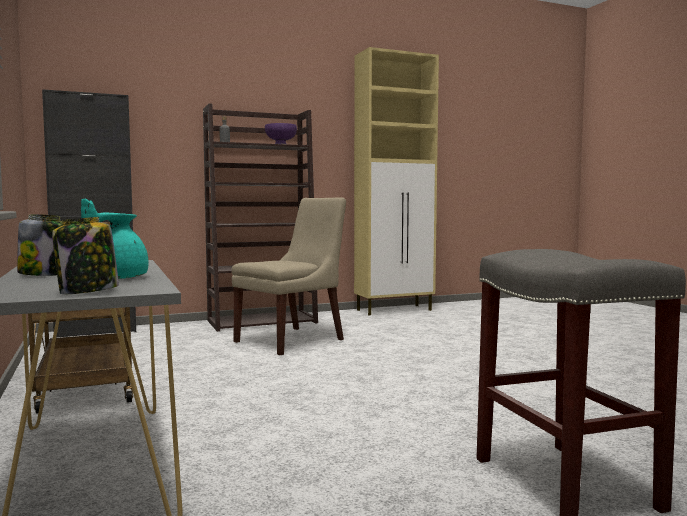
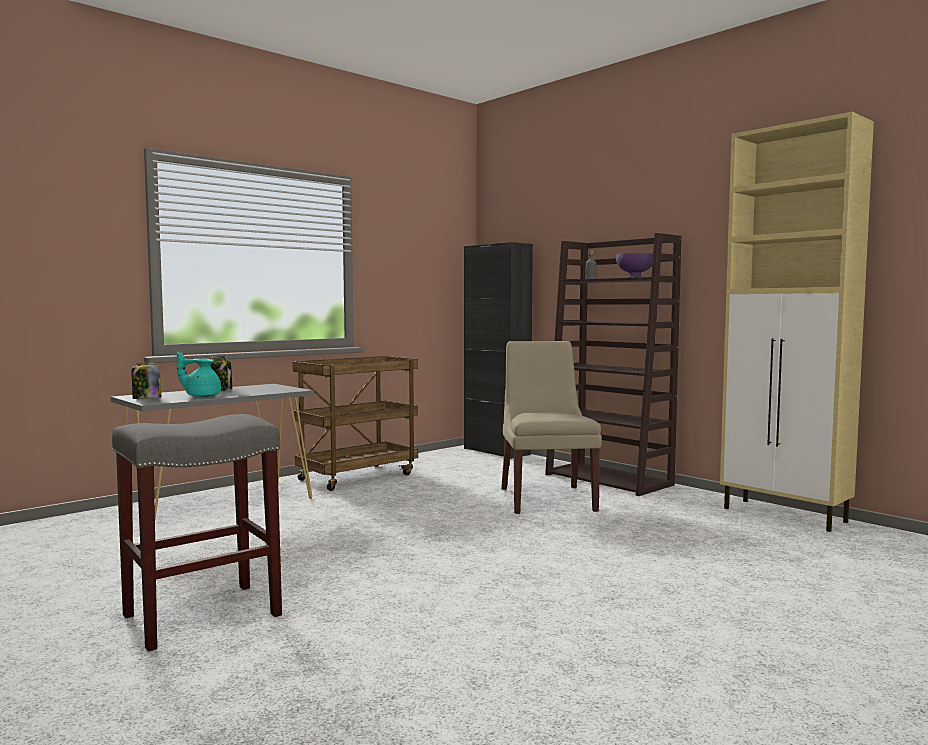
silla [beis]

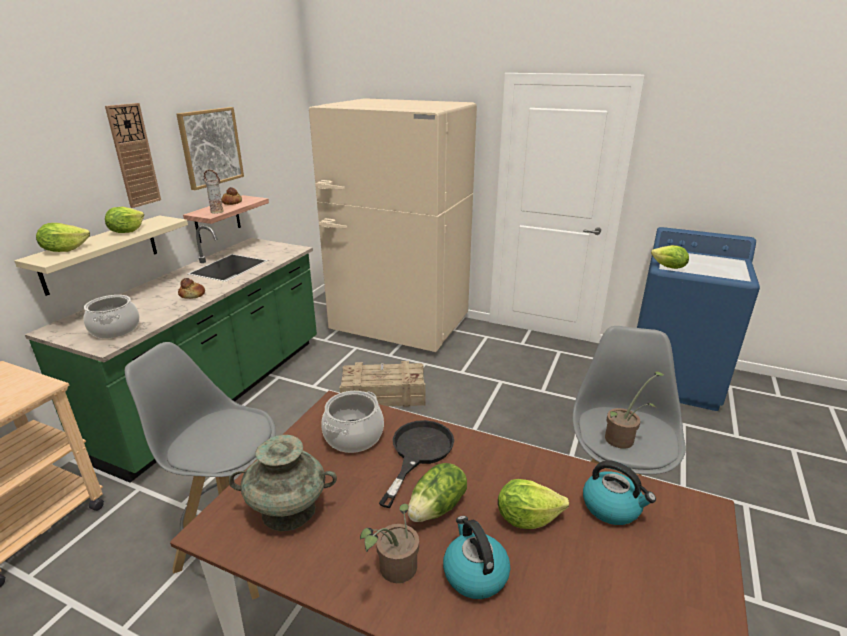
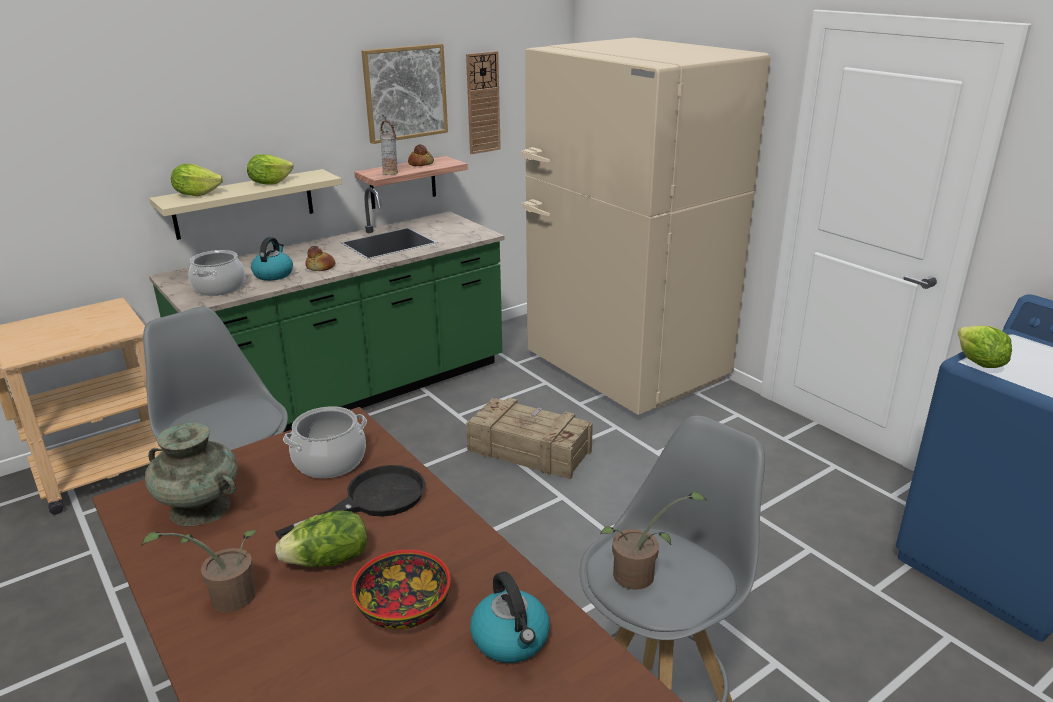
reloj de pared
cuenco
hervidor (1st from left)

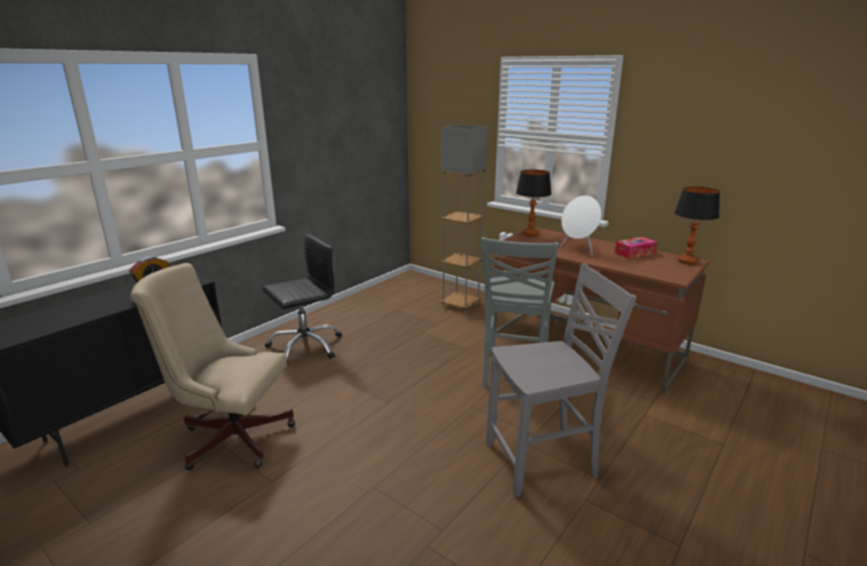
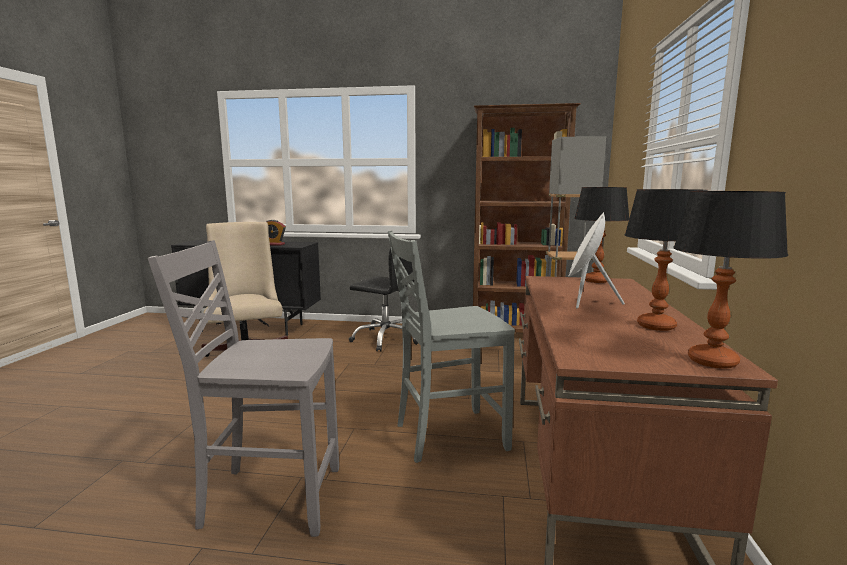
lámpara de mesa (2nd from left)
silla [gris] (1st from left)
estantería [marrón]

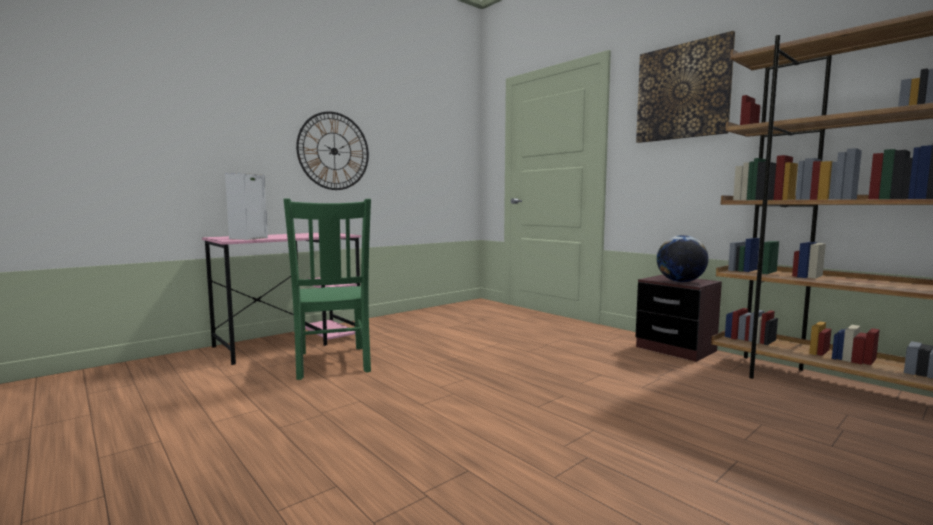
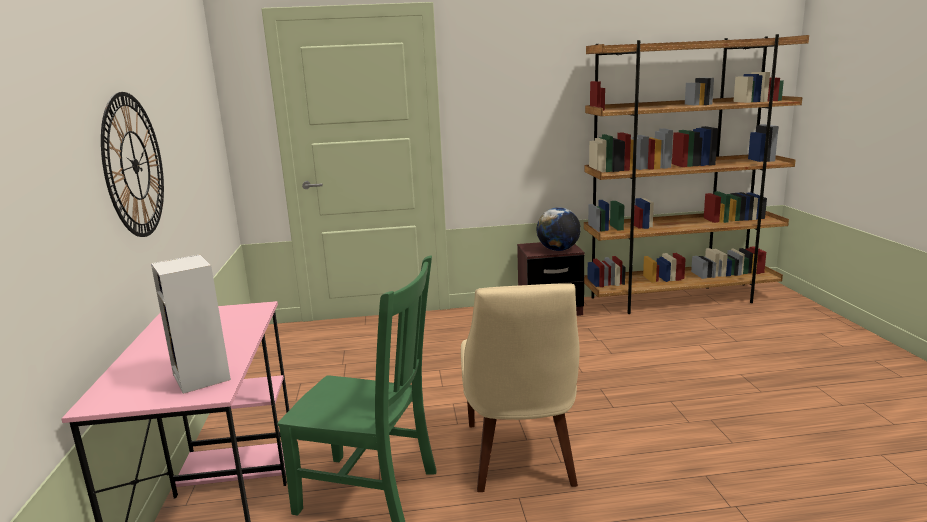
cuadro
silla [beis]

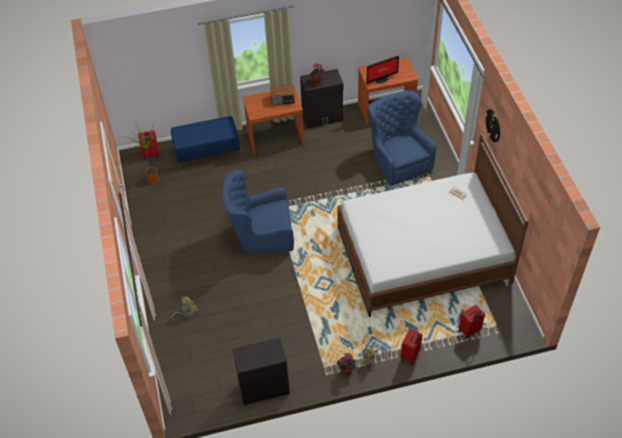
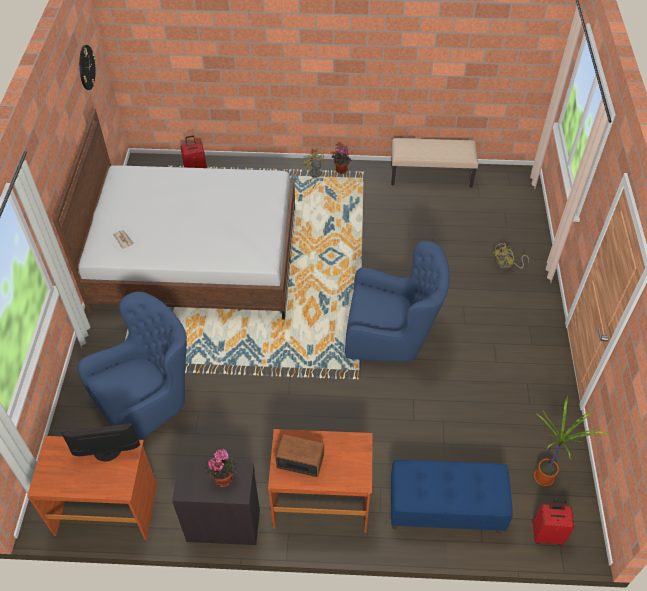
sillón [azul] (1st from left)
reloj de pared
maleta [rojo] (2nd from left in the first image)
banco [beis]

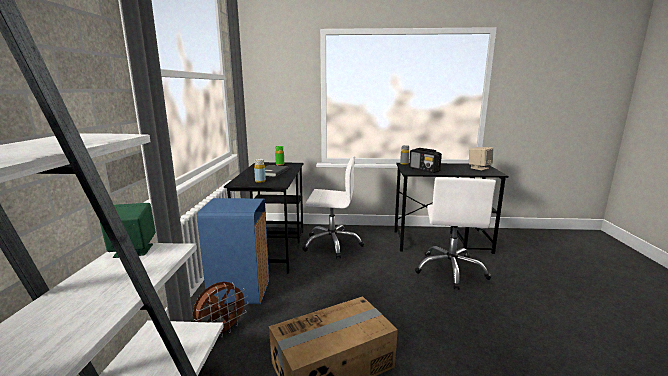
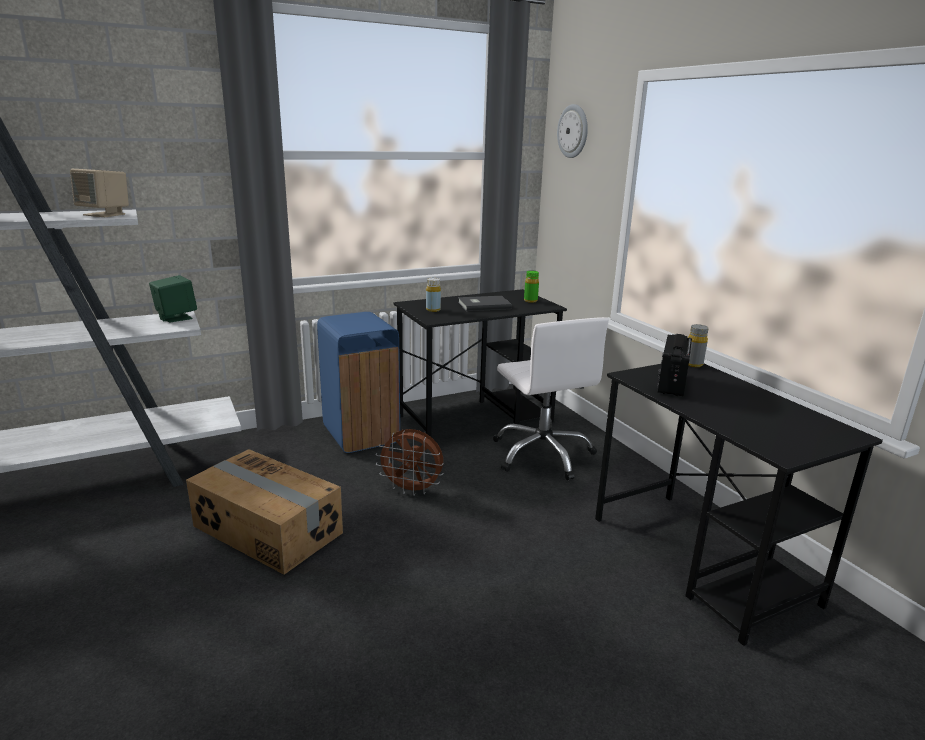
altavoz [beis]
silla de oficina [blanco] (2nd from left in the first image)
ventilador [marrón]
reloj de pared

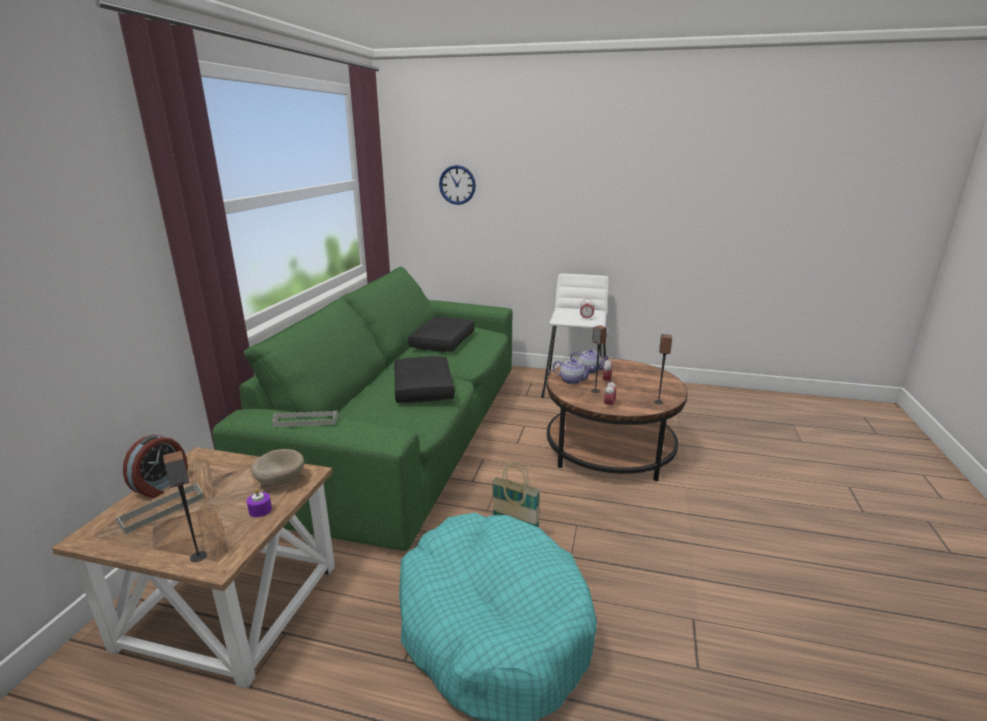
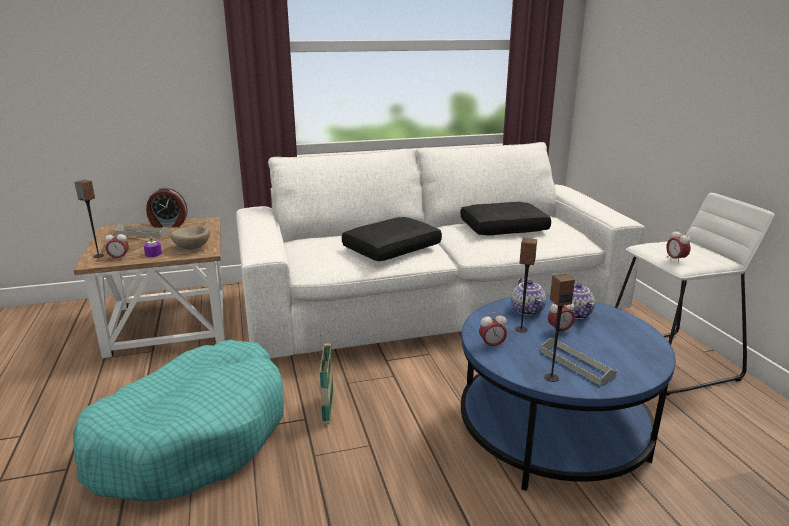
reloj de pared
sofá [blanco]
mesa de centro [azul]
bandeja [gris] (2nd from left)
despertador (1st from left)

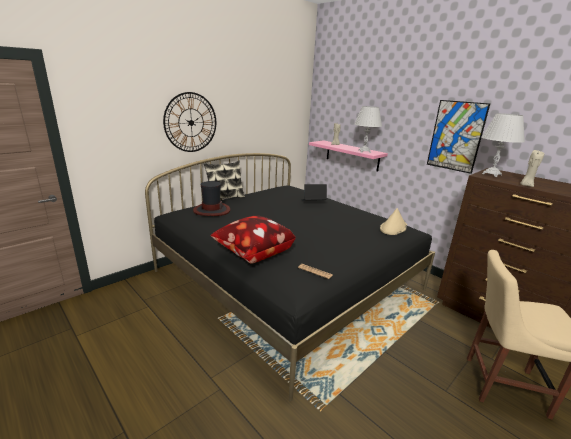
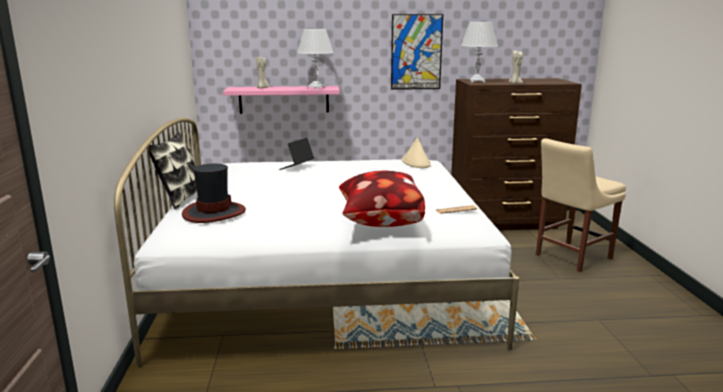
reloj de pared
cama [blanco]

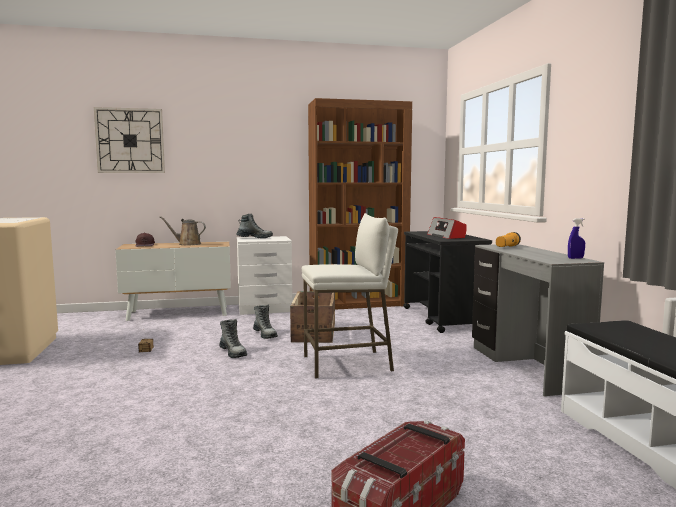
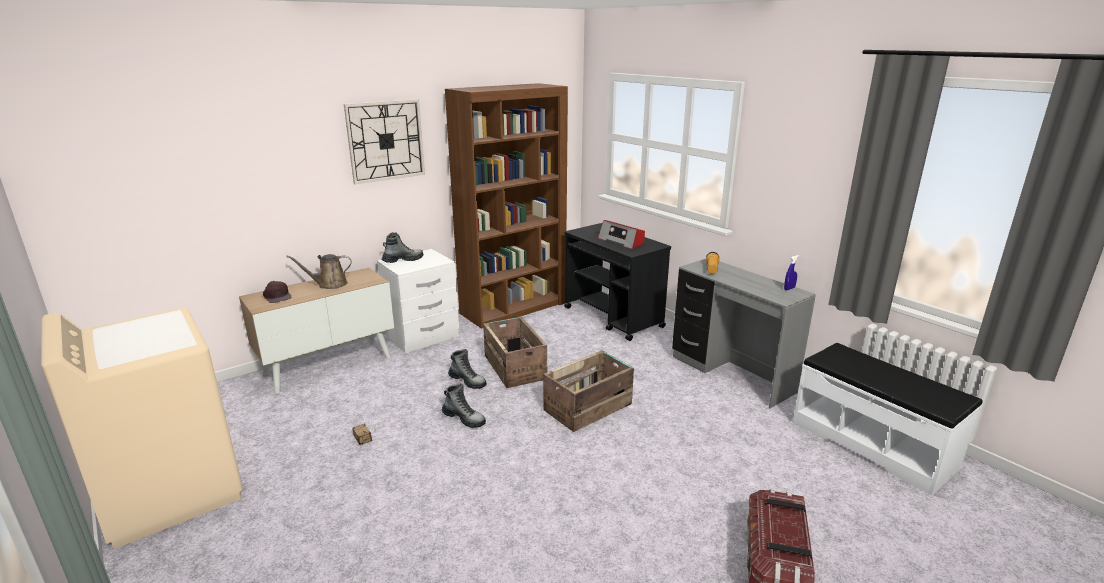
reloj de pared
caja de embalaje (2nd from left)

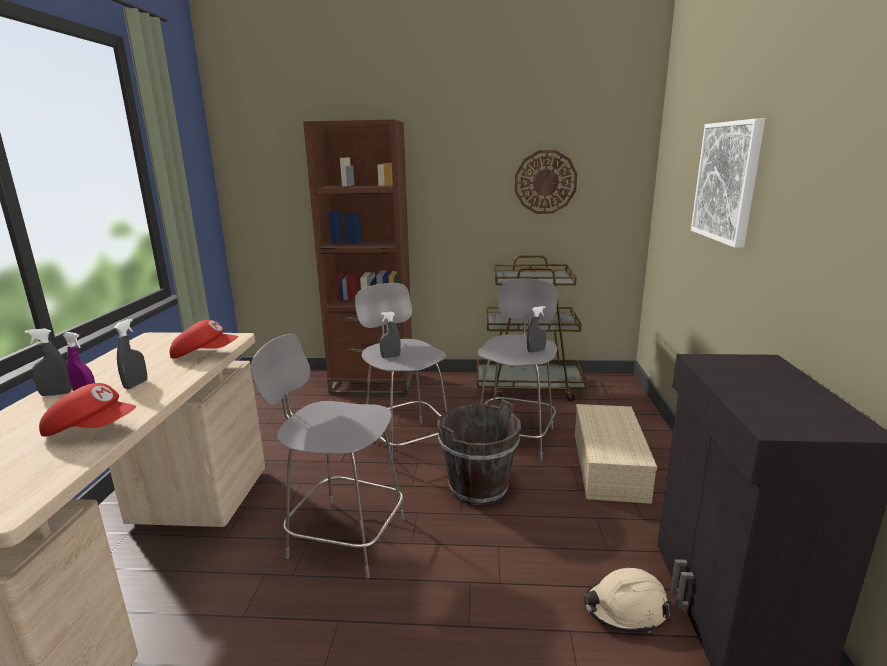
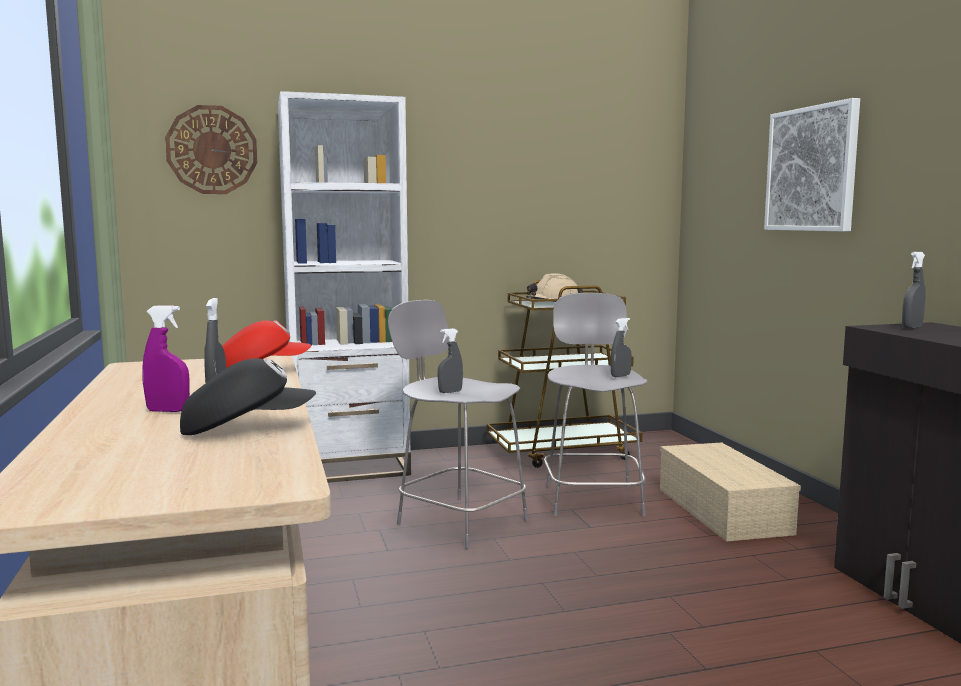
estantería [blanco]
reloj de pared
pulverizador [gris] (4th from left)
taburete [gris] (1st from left in the first image)
gorra [negro]
cubo [marrón]
casco [beis]

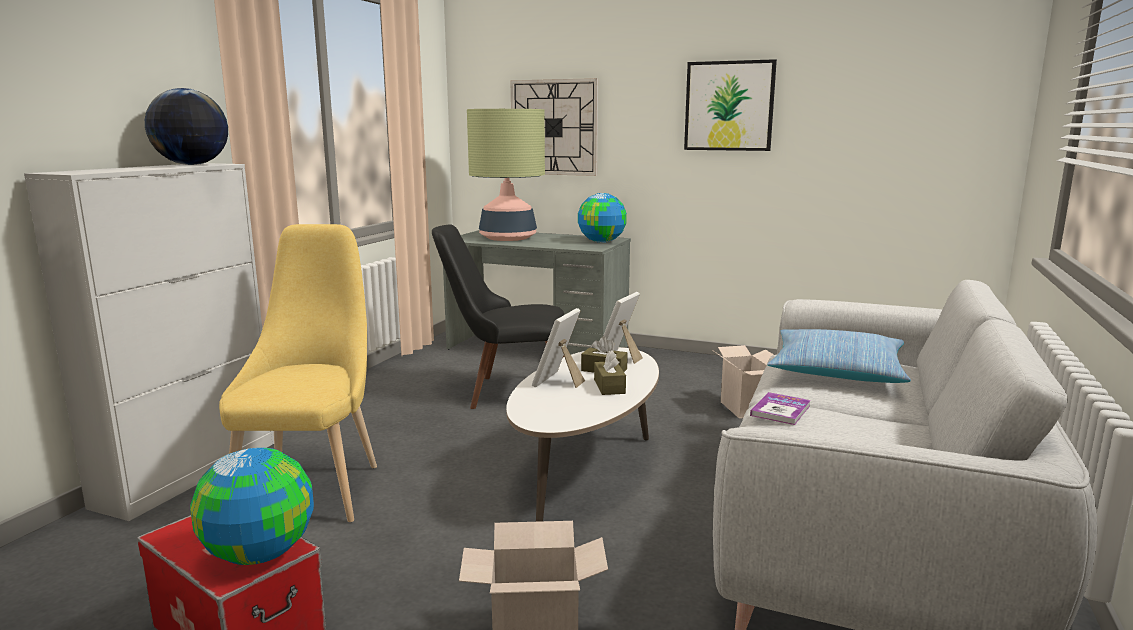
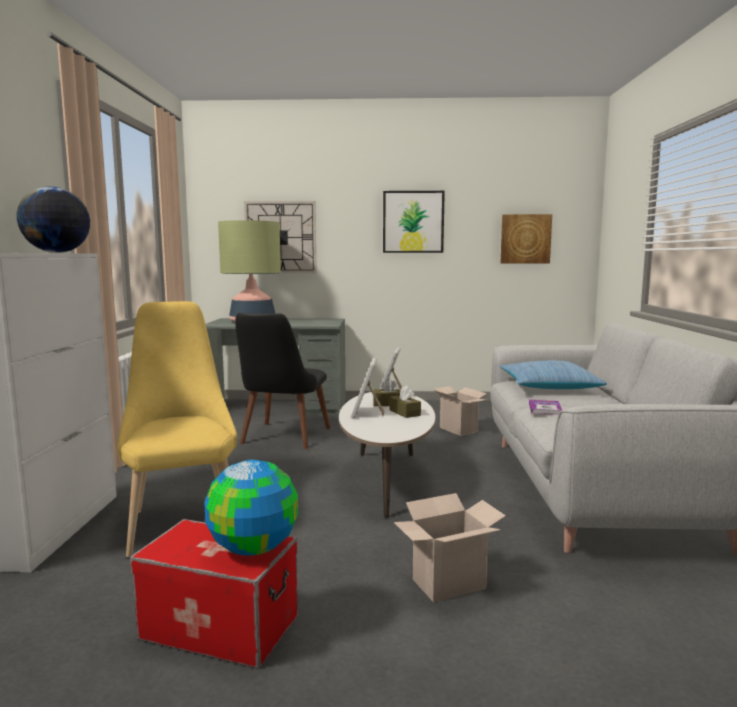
globo terráqueo (3rd from left in the first image)
silla [negro]
cuadro (2nd from left)

